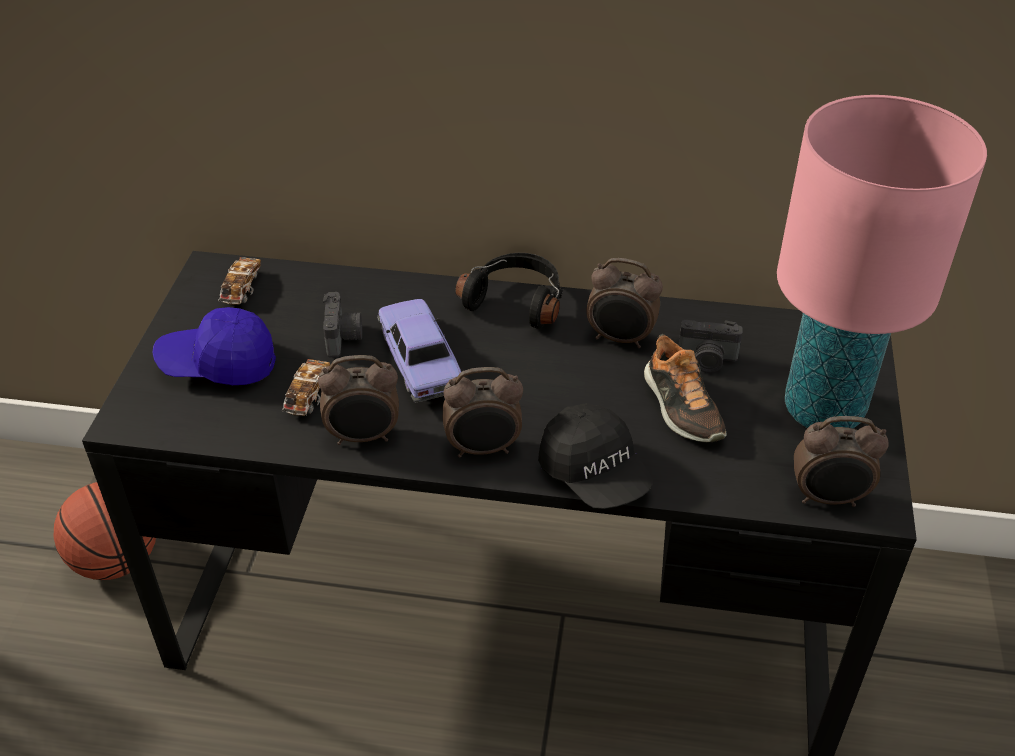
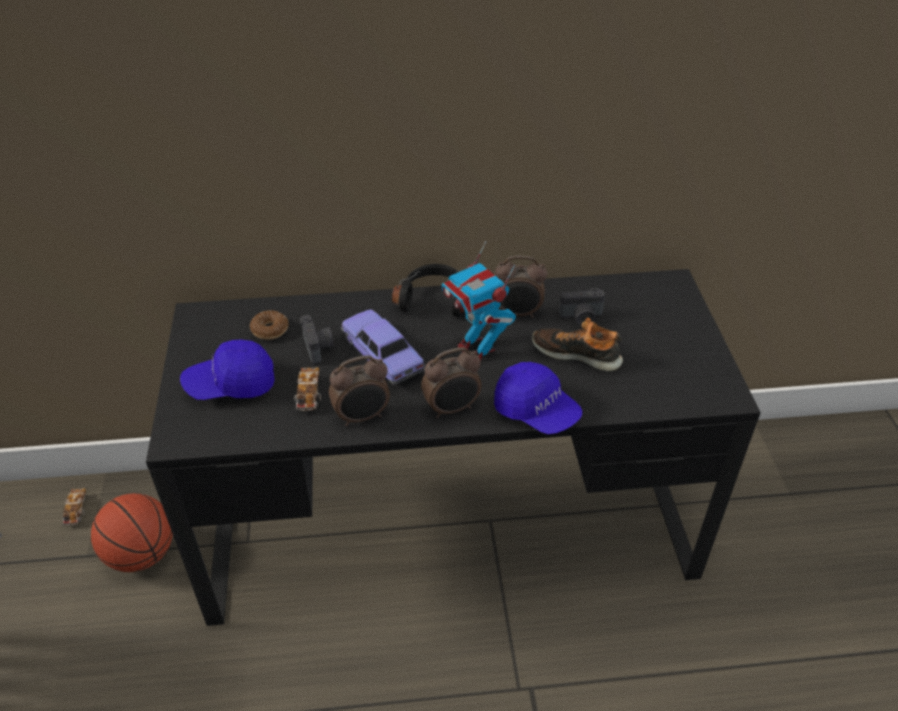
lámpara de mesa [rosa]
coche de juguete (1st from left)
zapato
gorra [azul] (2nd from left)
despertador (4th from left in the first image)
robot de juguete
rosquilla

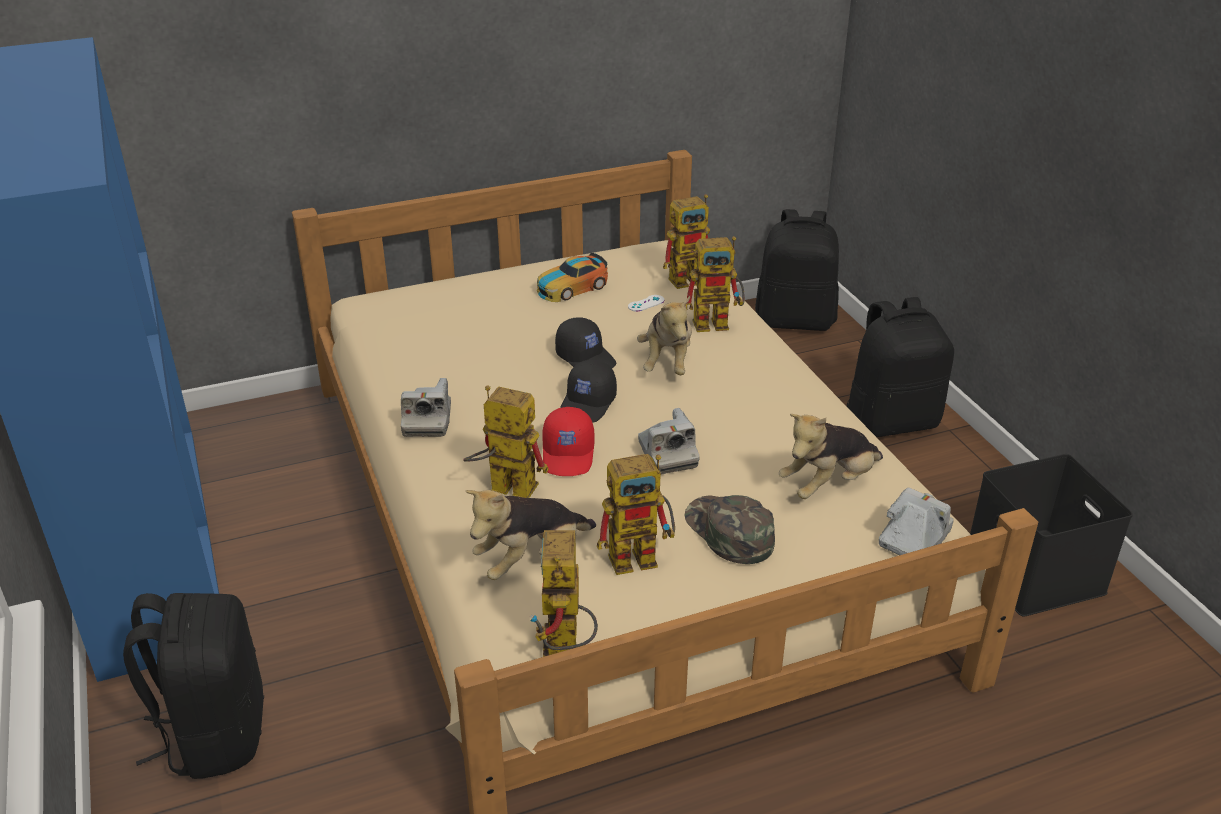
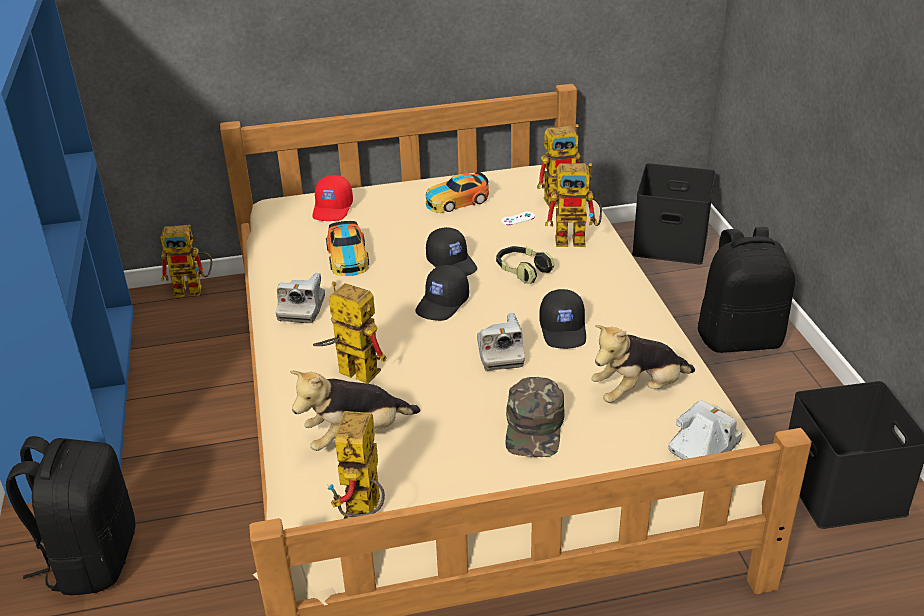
caja de almacenaje [negro] (1st from left)
auriculares
gorra [rojo]
robot de juguete (1st from left)
gorra [verde]
coche de juguete (1st from left)
gorra [negro] (3rd from left)

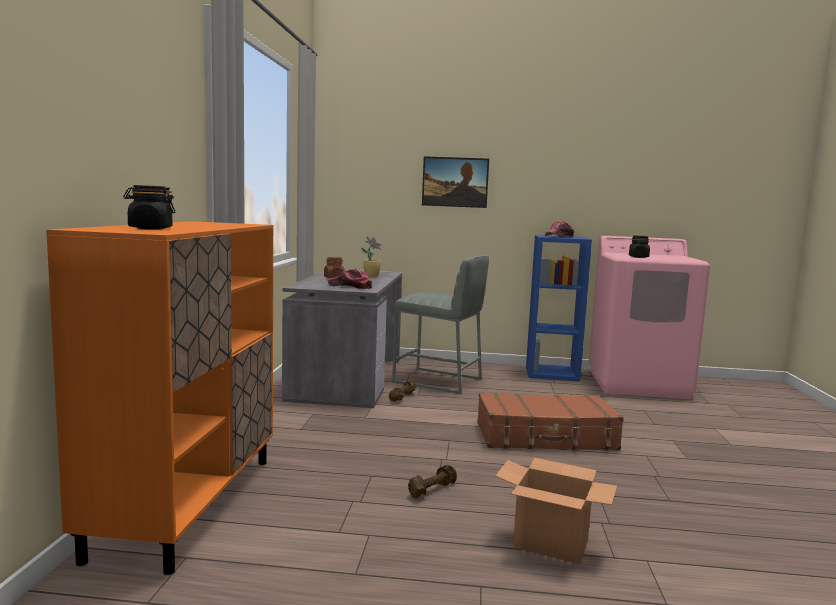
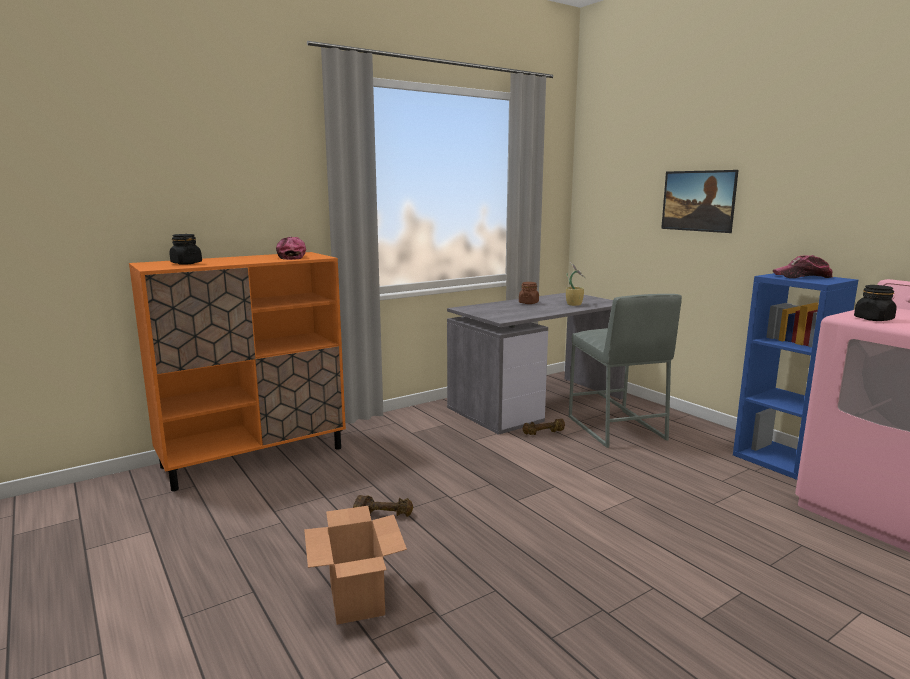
gorra (1st from left)
maleta [marrón]

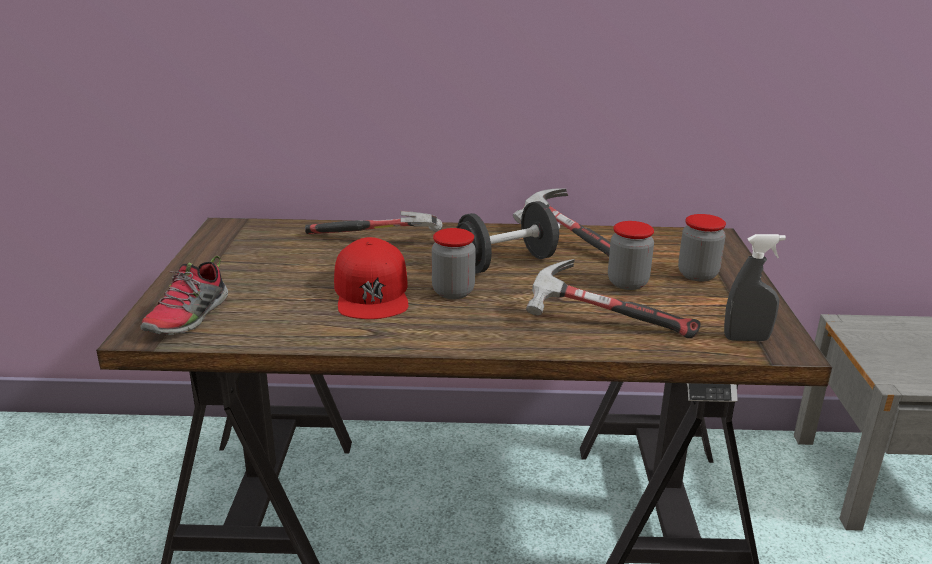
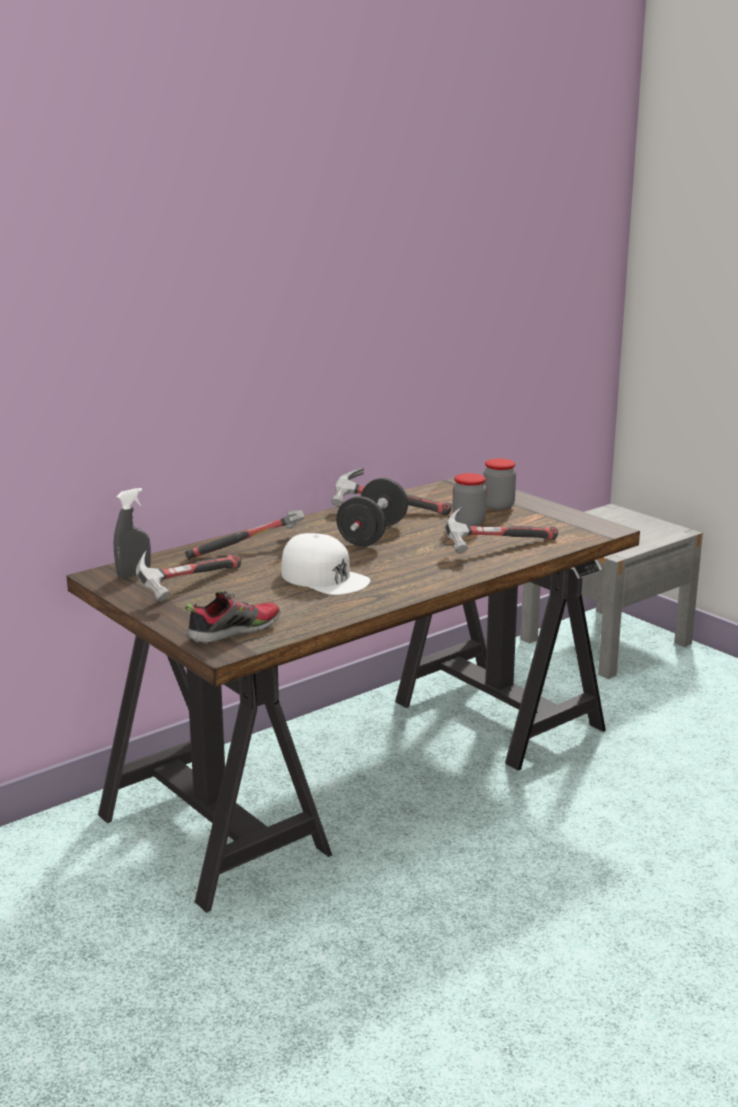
tarro (1st from left in the first image)
pulverizador [gris]
gorra [blanco]
zapato
martillo (1st from left)

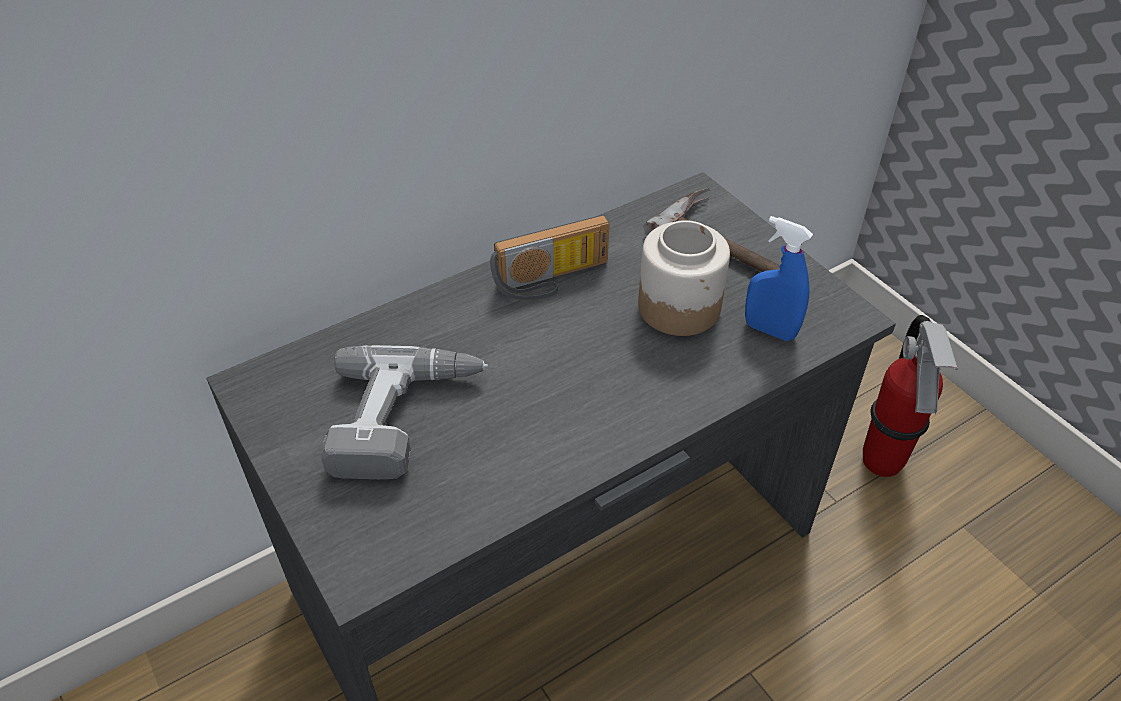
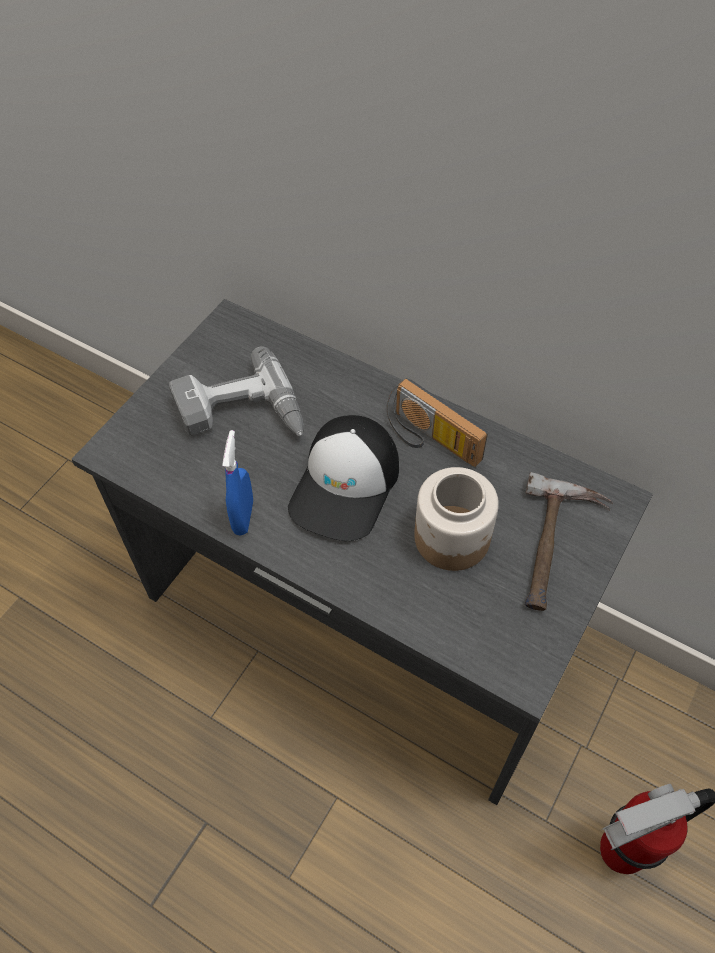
pulverizador [azul]
gorra

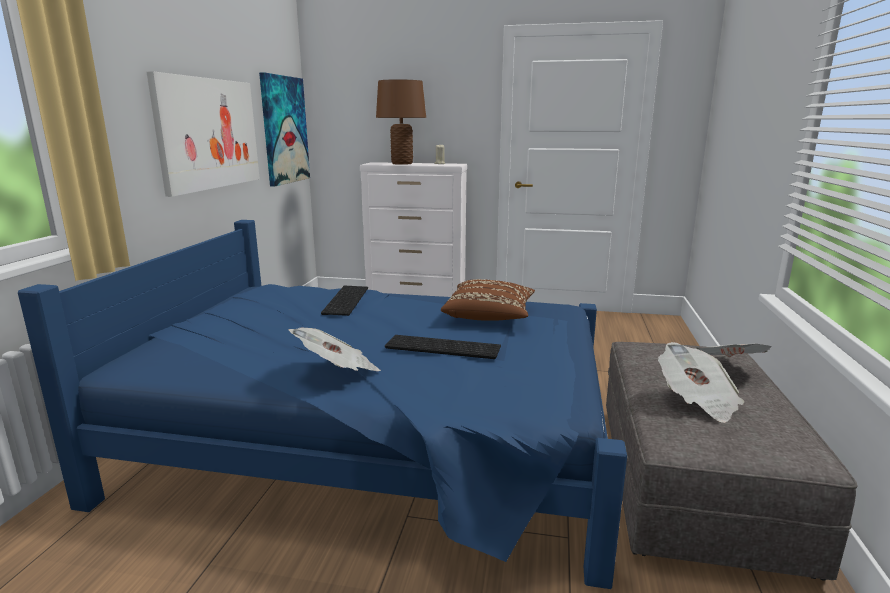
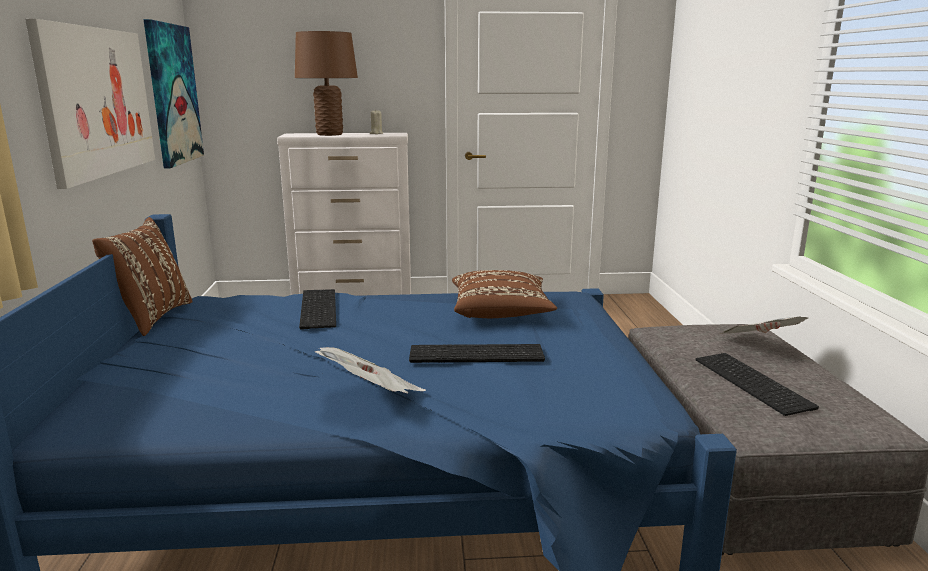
teclado (3rd from left)
cojín [marrón] (1st from left)

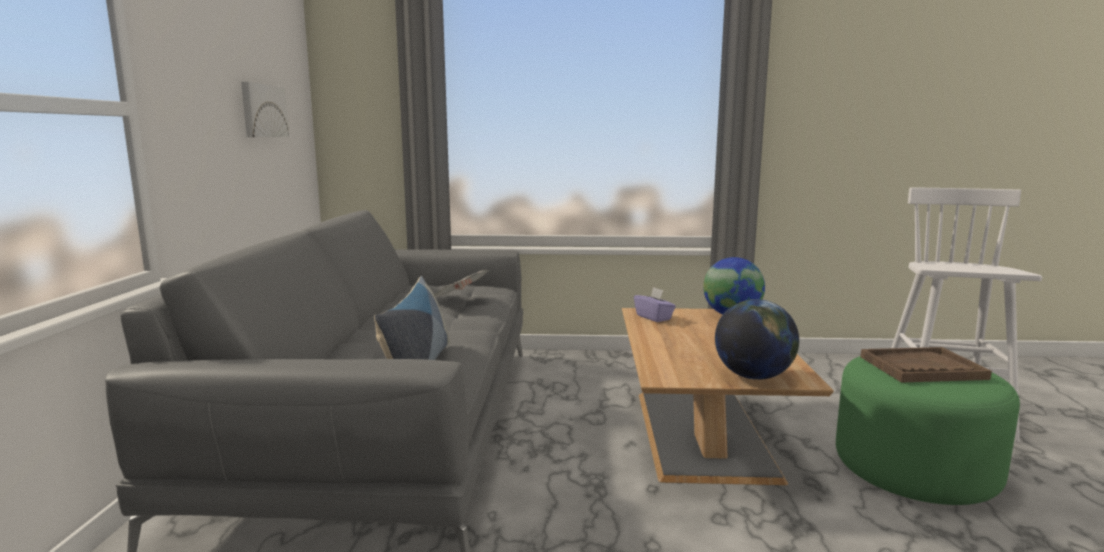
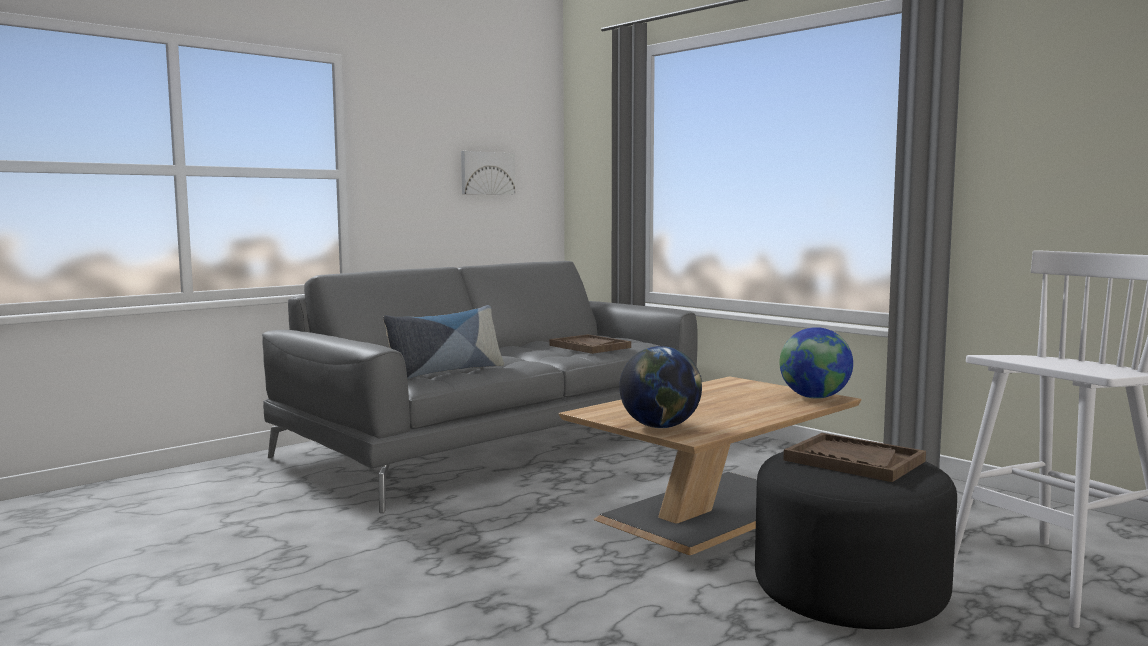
bandeja [marrón] (1st from left)
caja de pañuelos [morado]
puf [negro]

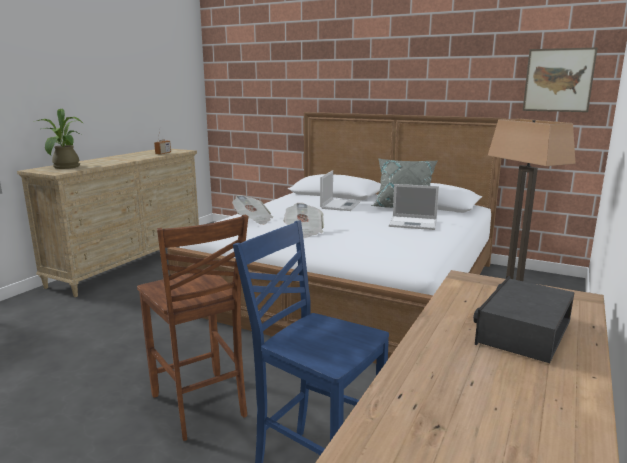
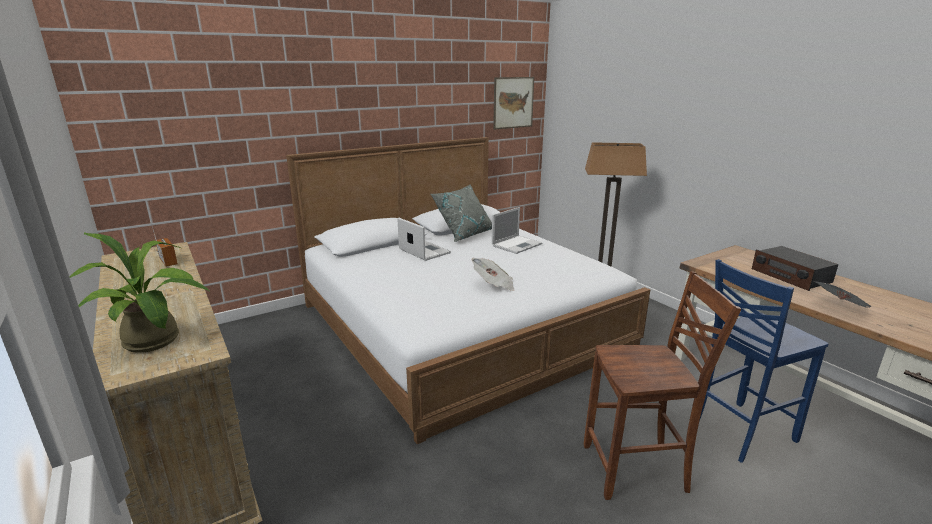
periódico (2nd from left)

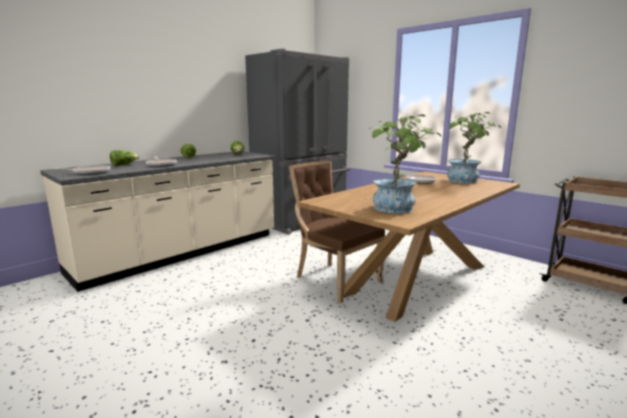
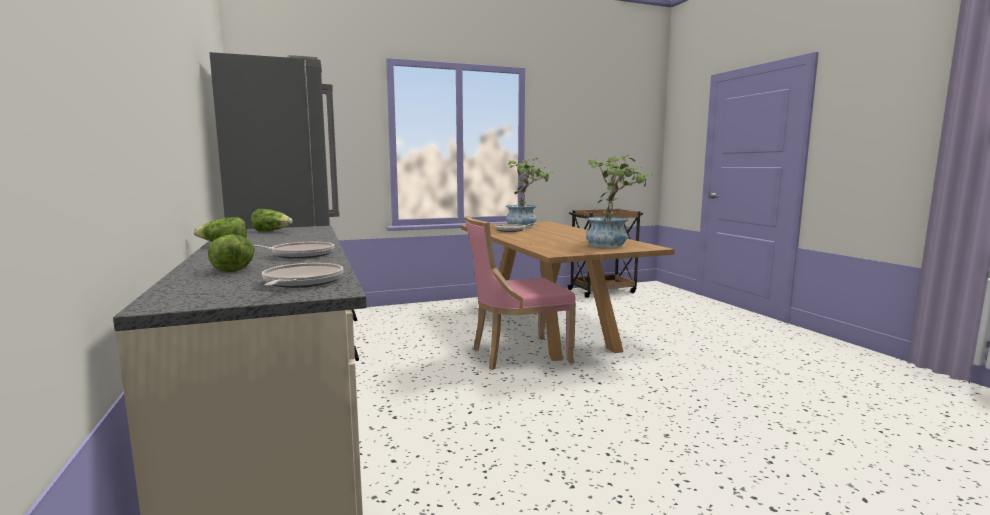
silla [rosa]

